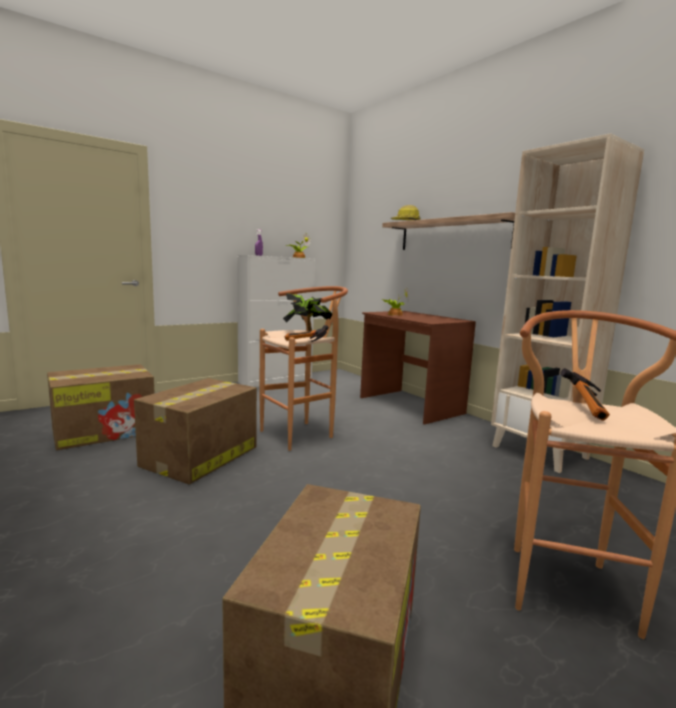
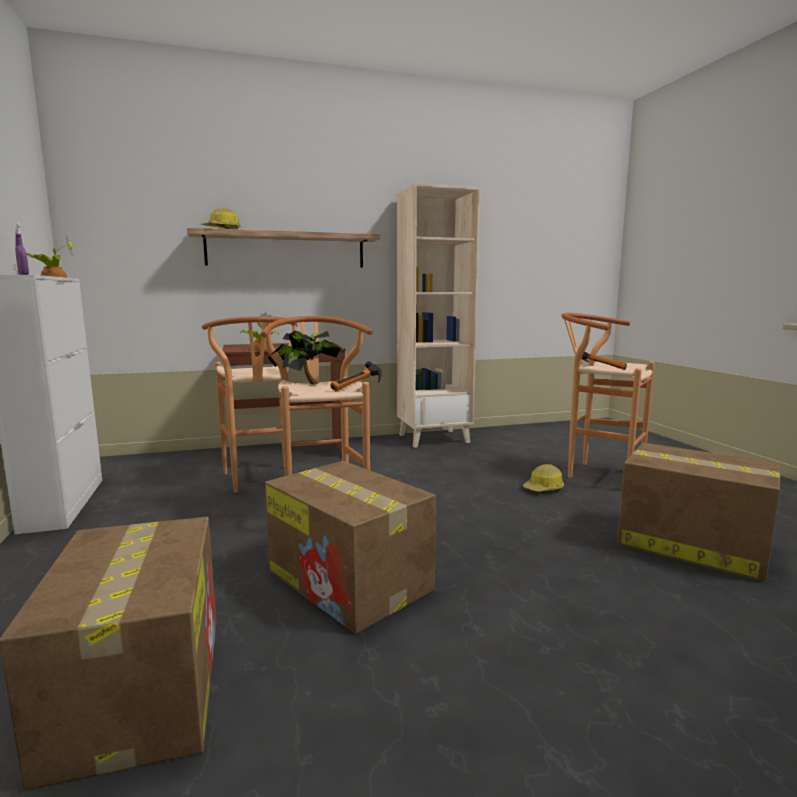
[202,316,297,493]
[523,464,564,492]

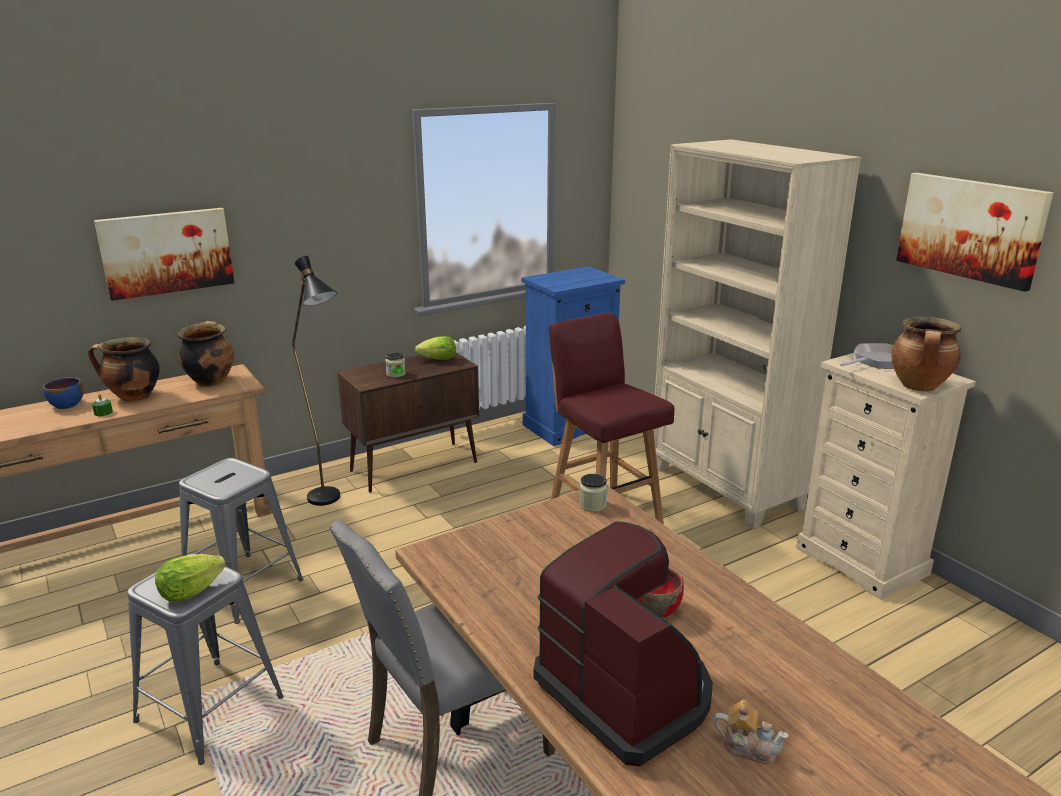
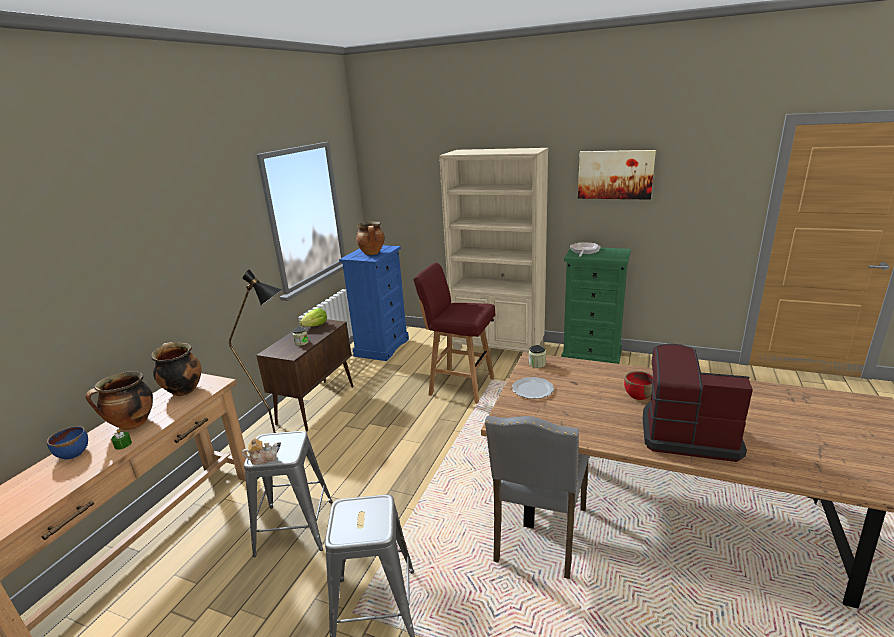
[94,208,234,301] (first image)
[155,554,226,602] (first image)
[242,438,278,465]
[562,248,631,364]
[356,221,385,255]
[512,377,554,399]

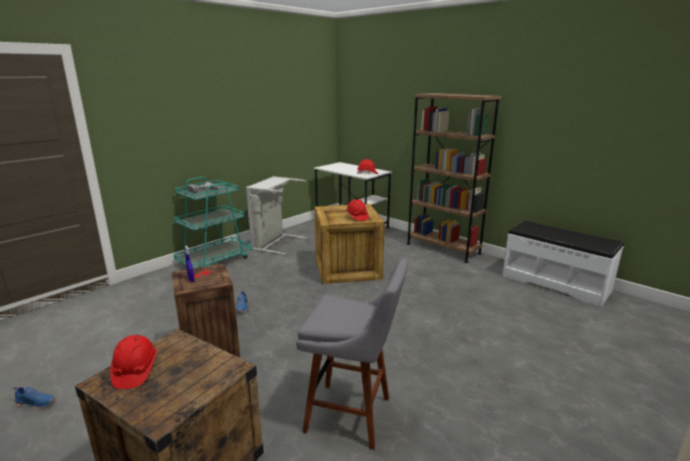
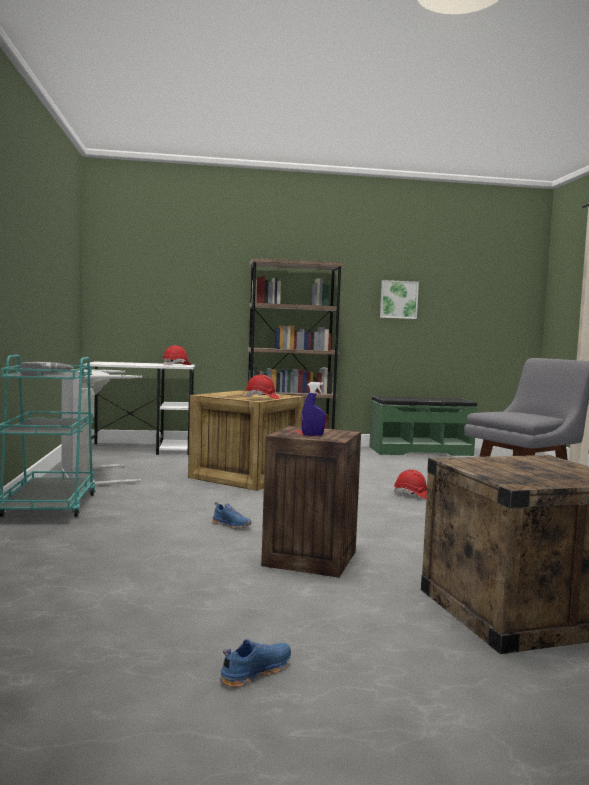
[394,469,427,499]
[370,396,477,456]
[380,280,419,319]

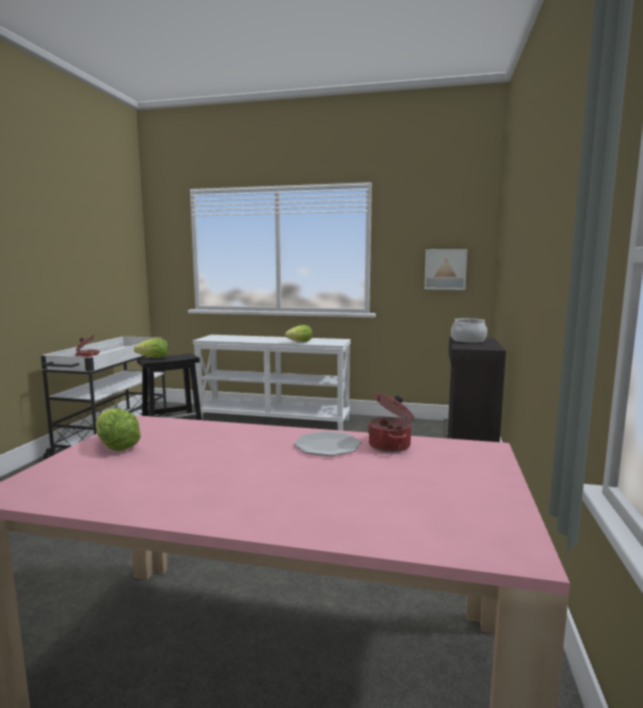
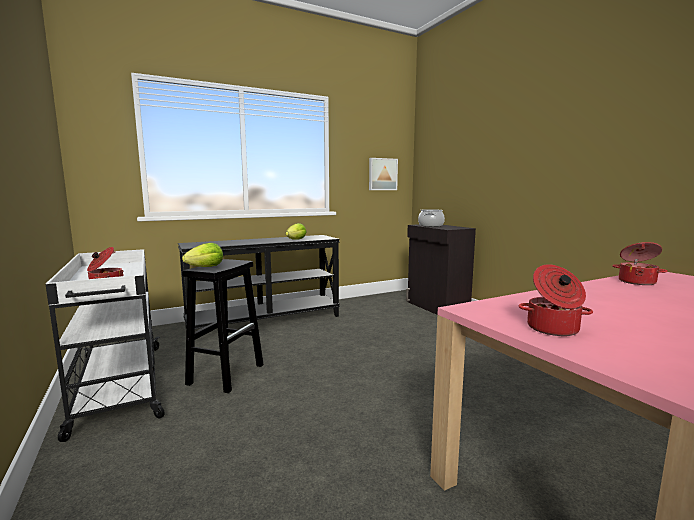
[518,264,593,336]
[178,235,340,329]
[294,431,361,456] (first image)

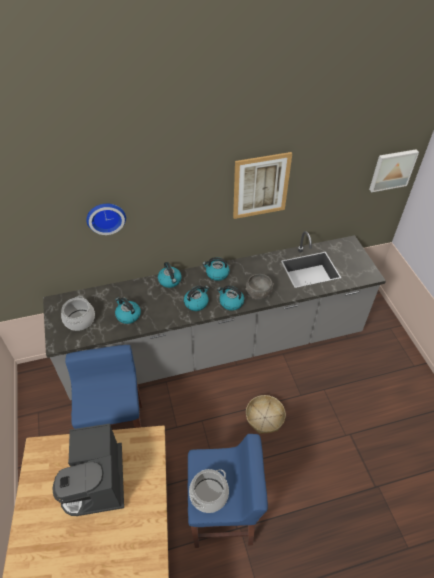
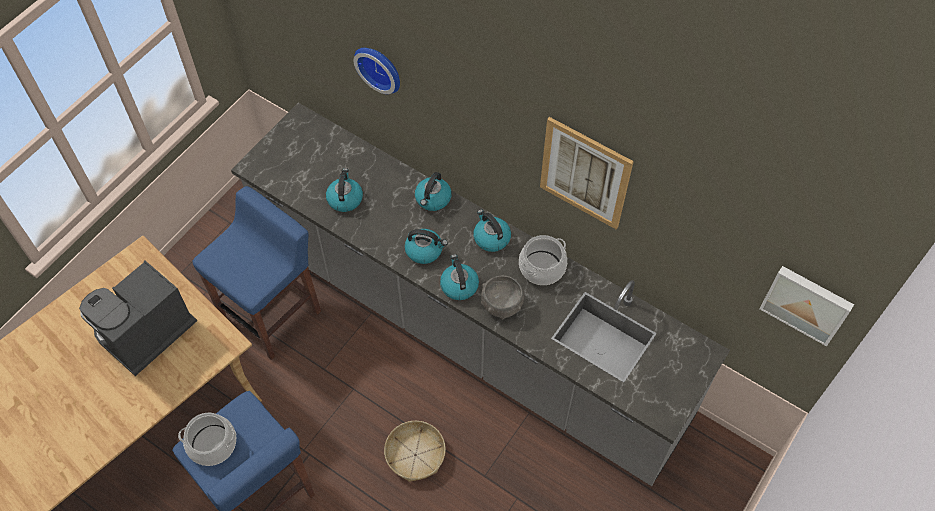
[519,235,567,285]

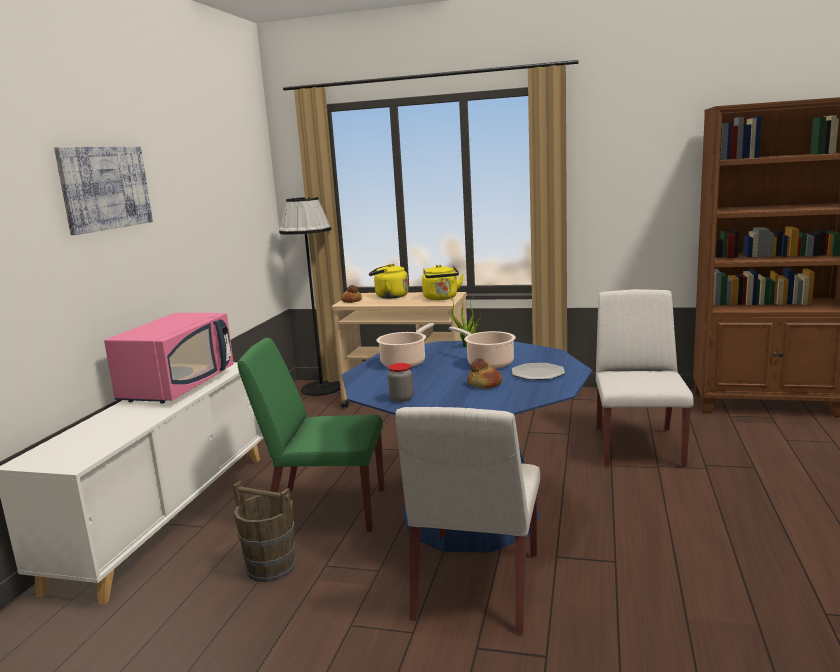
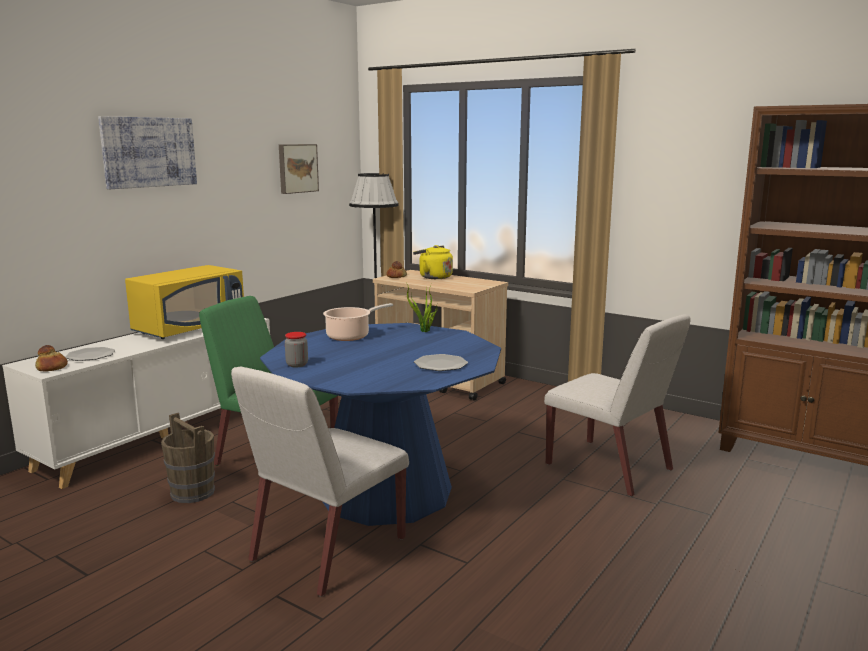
[125,265,244,339]
[422,264,464,300] (first image)
[449,327,516,369] (first image)
[35,345,68,372]
[544,314,691,497]
[65,347,115,361]
[279,144,319,194]

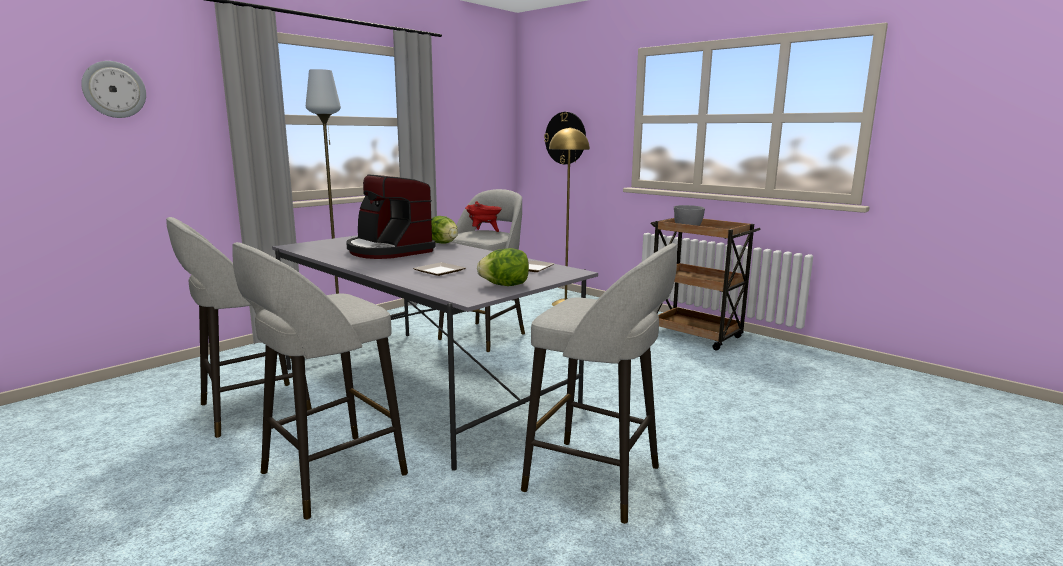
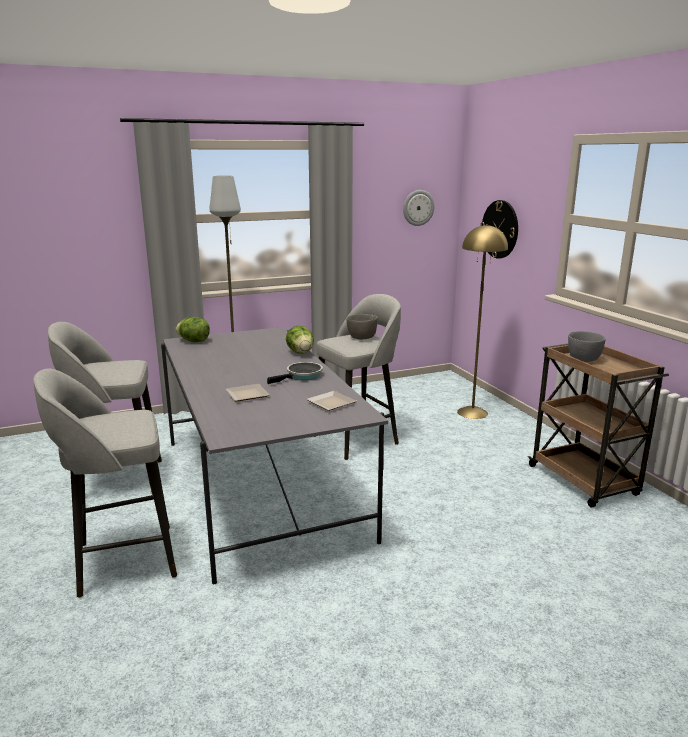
[403,190,434,226]
[346,175,435,259] (first image)
[347,314,378,339]
[176,317,210,342]
[521,243,677,524] (first image)
[267,362,323,384]

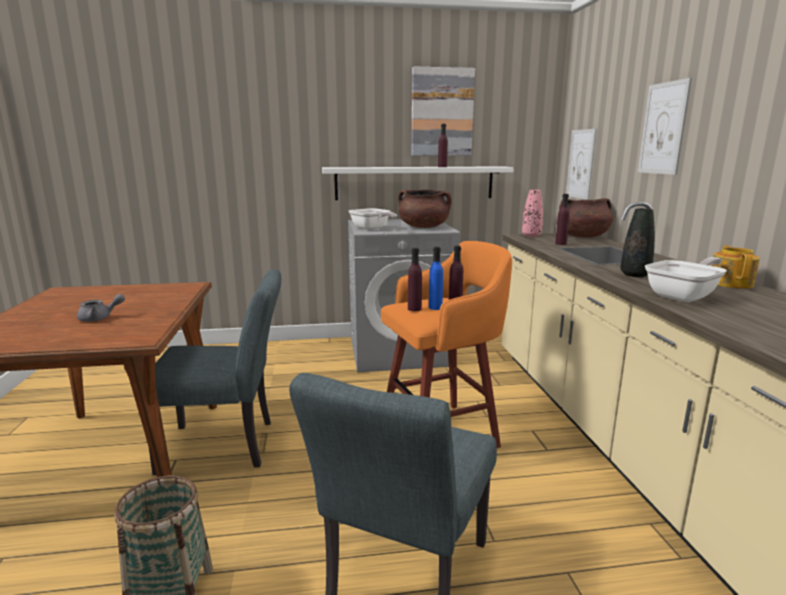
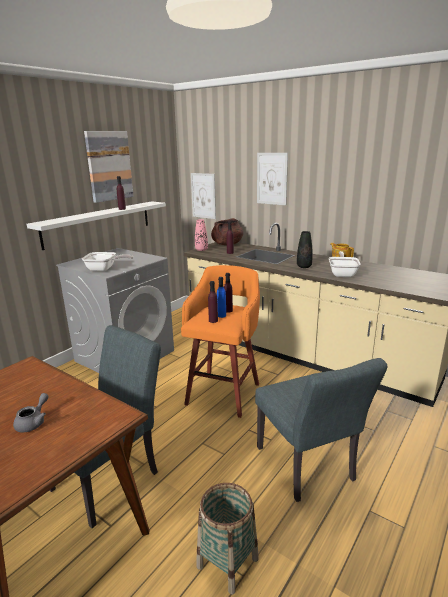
[398,189,452,228] (first image)

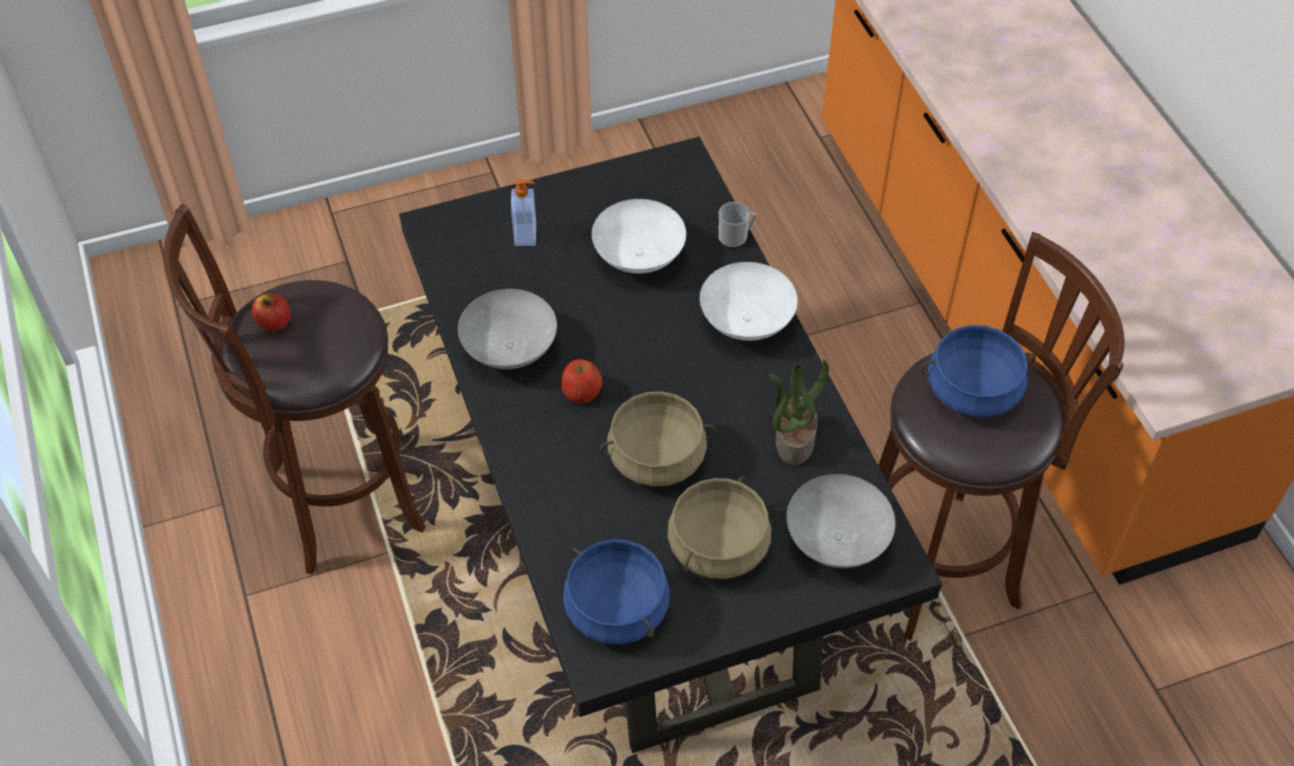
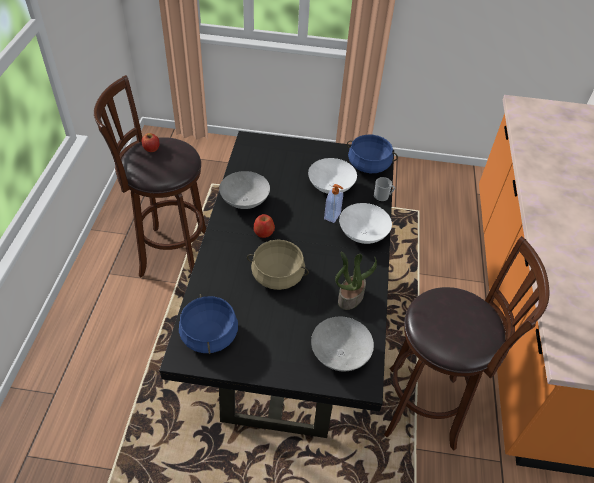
[324,184,343,223]
[668,476,771,579] (first image)
[347,135,398,173]

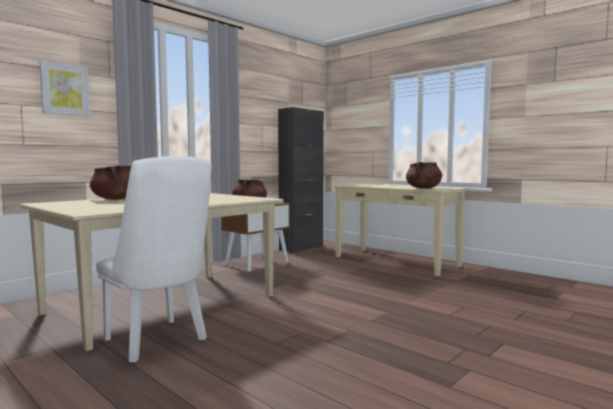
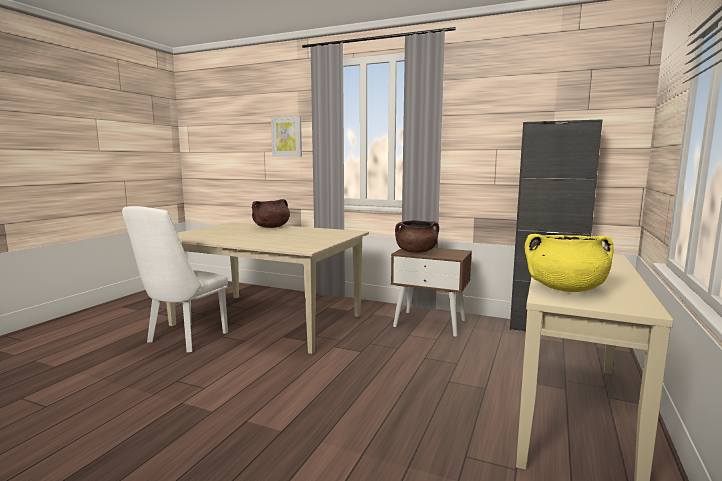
[525,234,614,292]

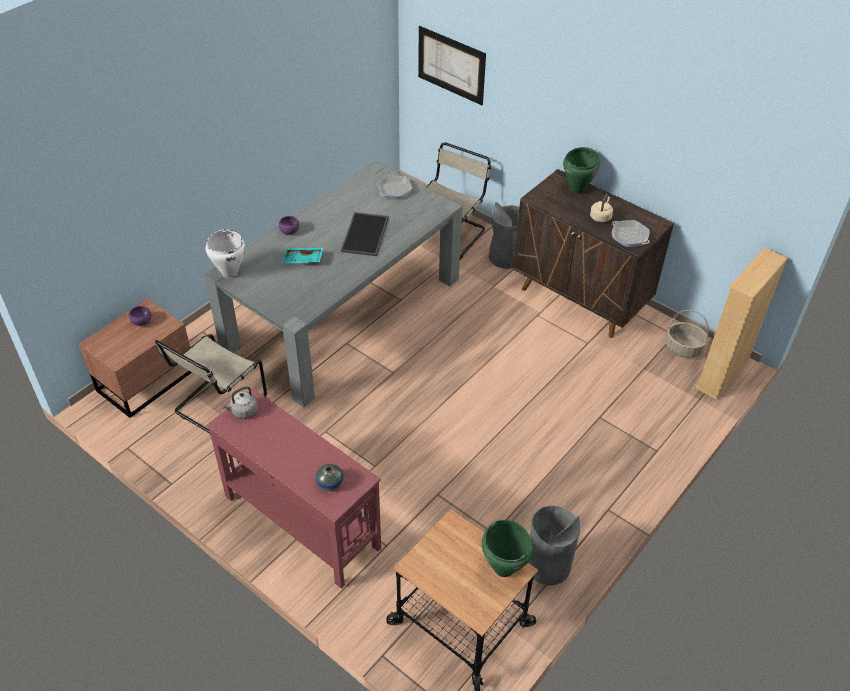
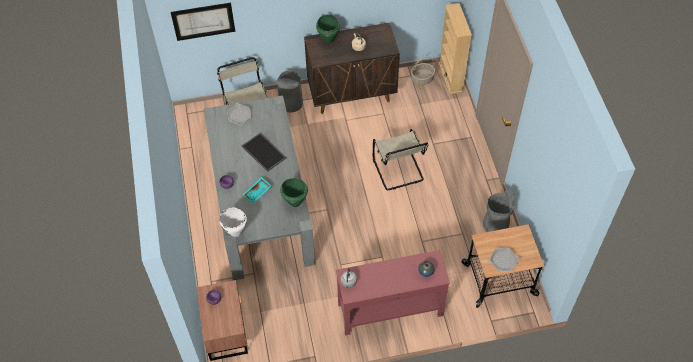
[373,129,428,190]
[280,178,308,207]
[488,248,520,271]

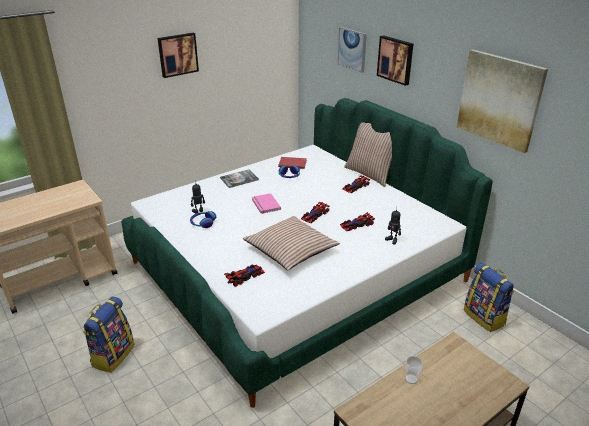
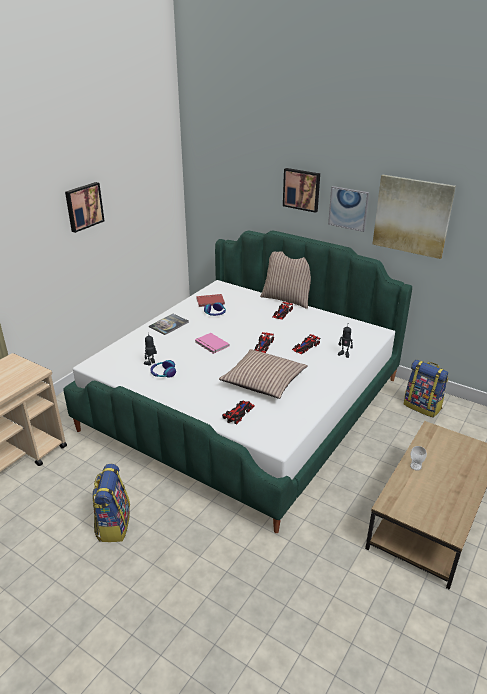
[328,186,369,232]

